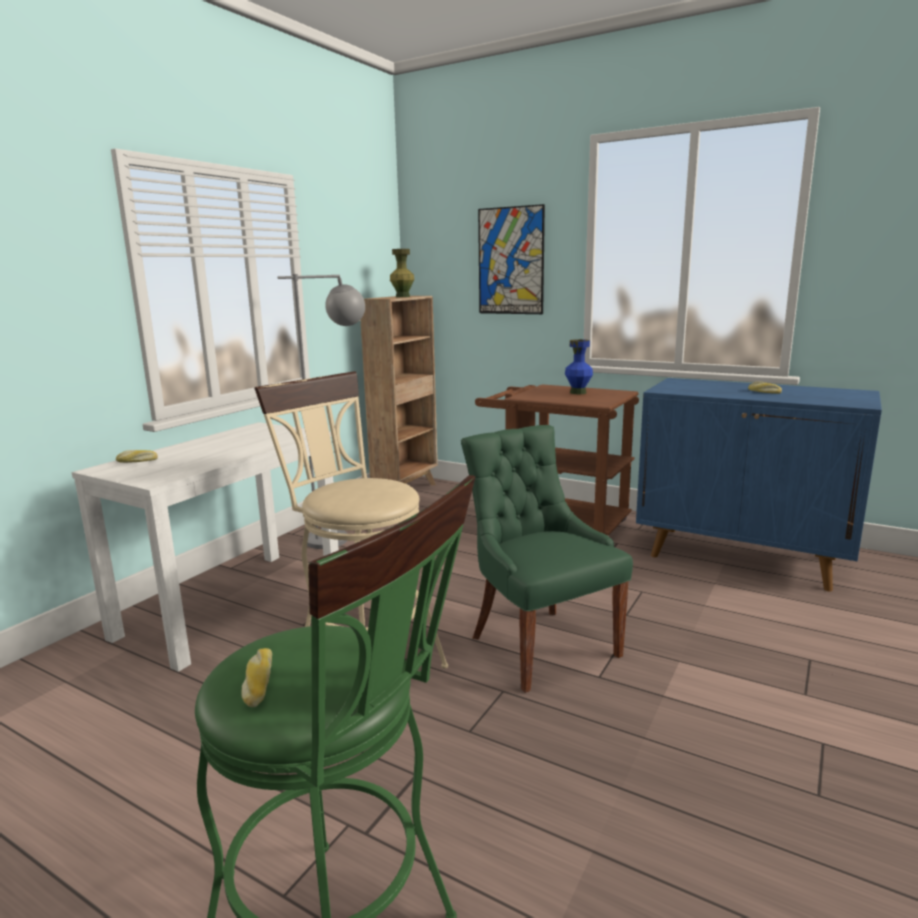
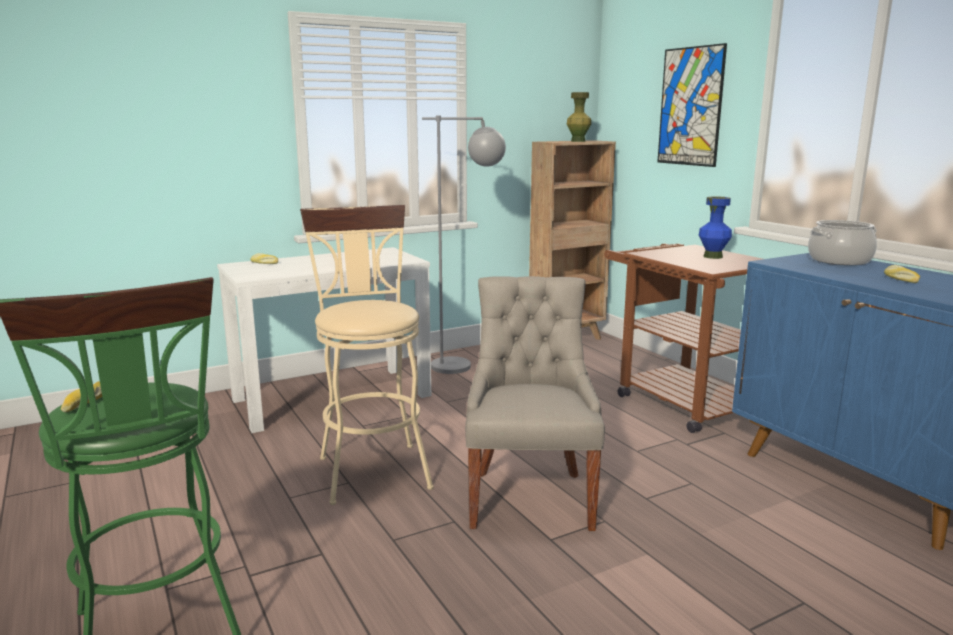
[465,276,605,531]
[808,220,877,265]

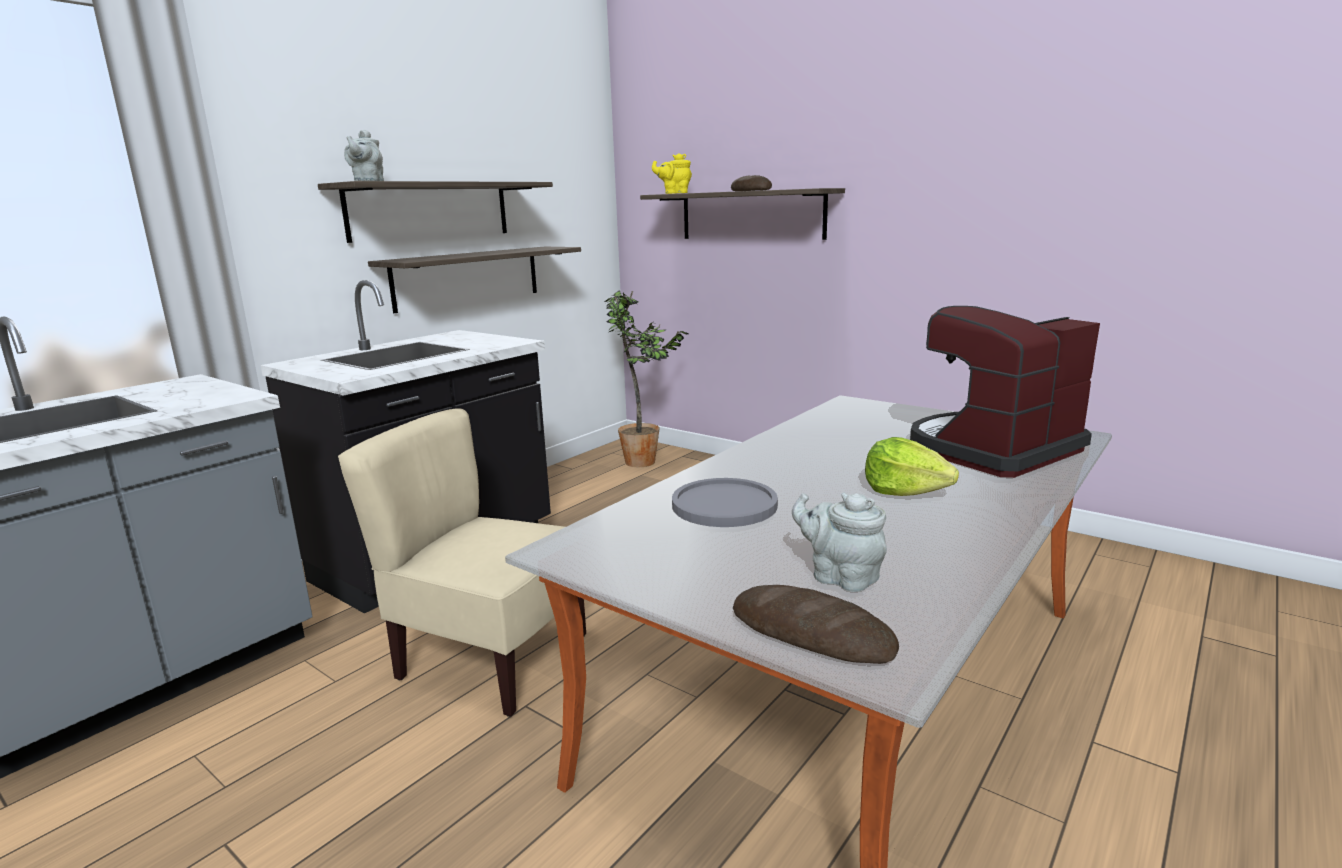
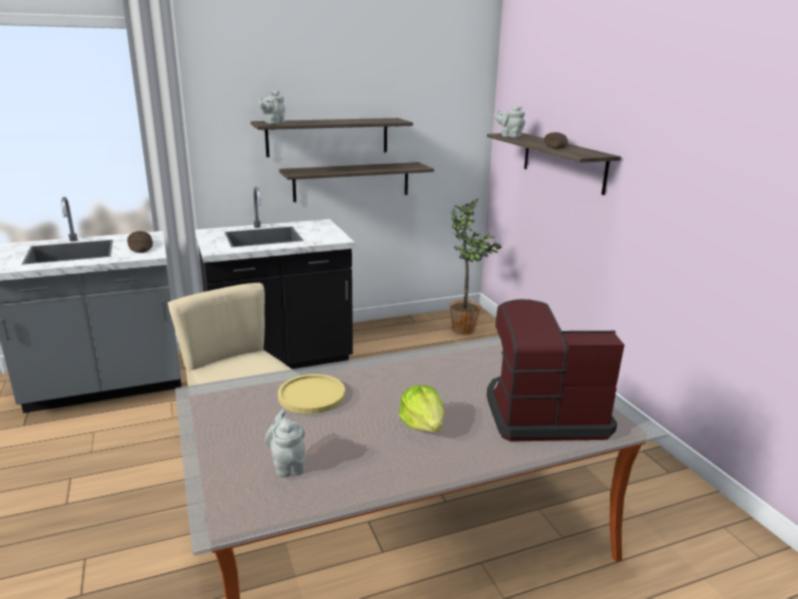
[494,106,525,137]
[278,374,345,414]
[127,231,153,253]

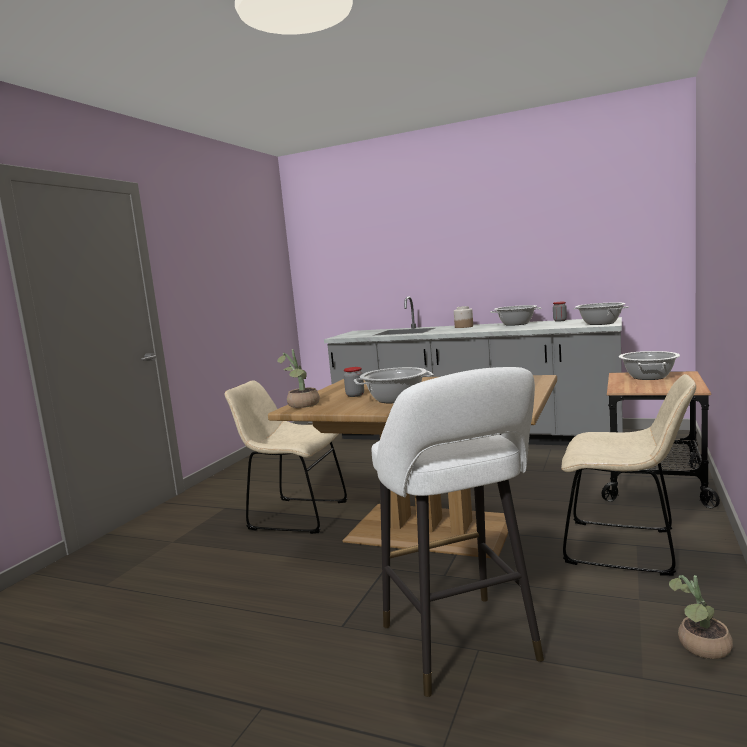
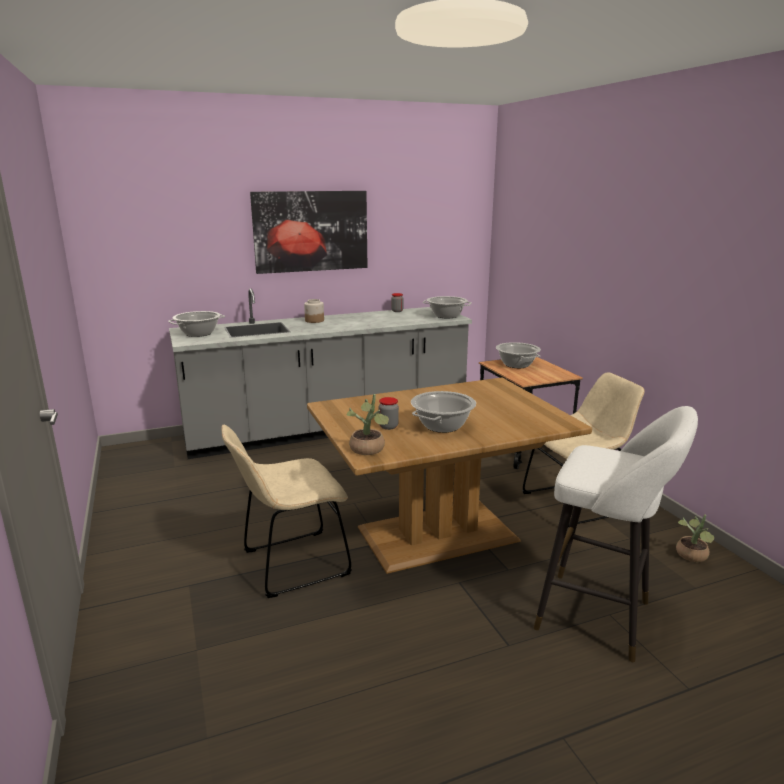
[168,311,225,337]
[250,191,367,274]

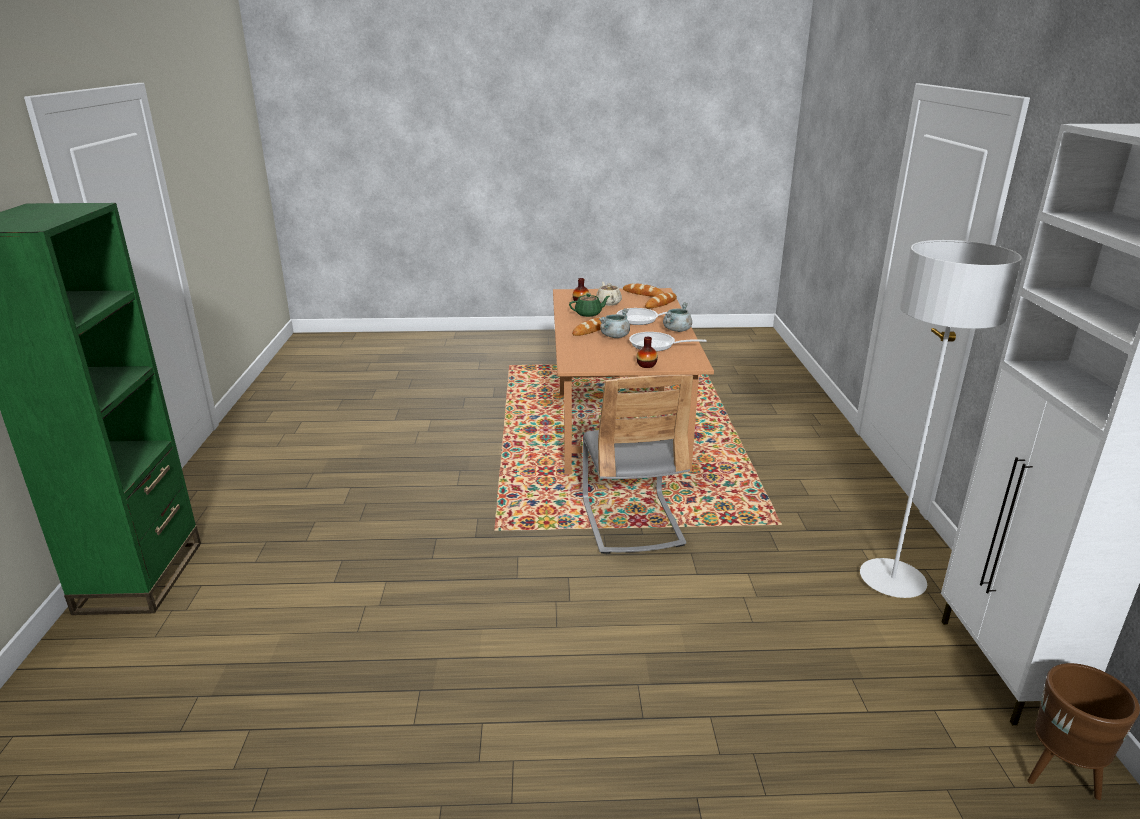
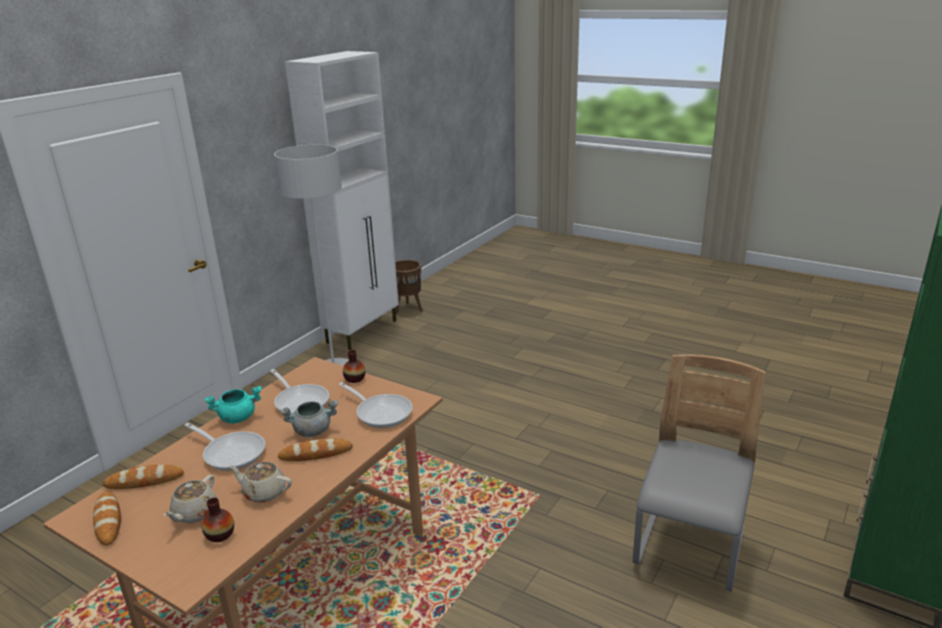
[228,462,292,503]
[633,354,766,592]
[205,386,262,424]
[339,382,413,428]

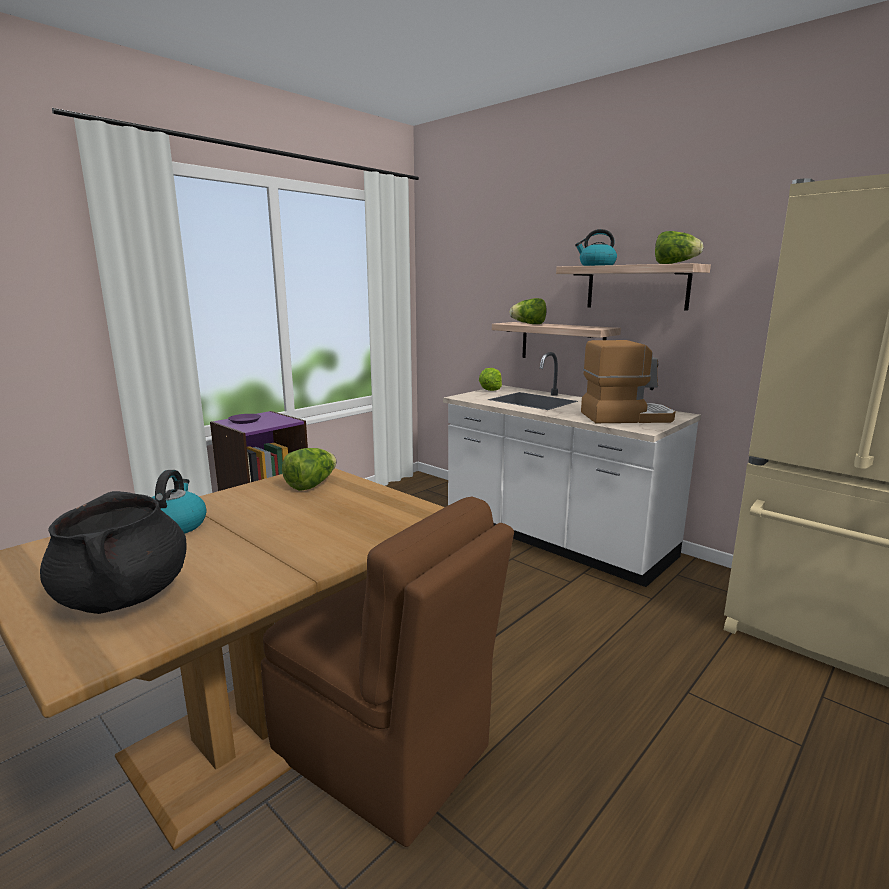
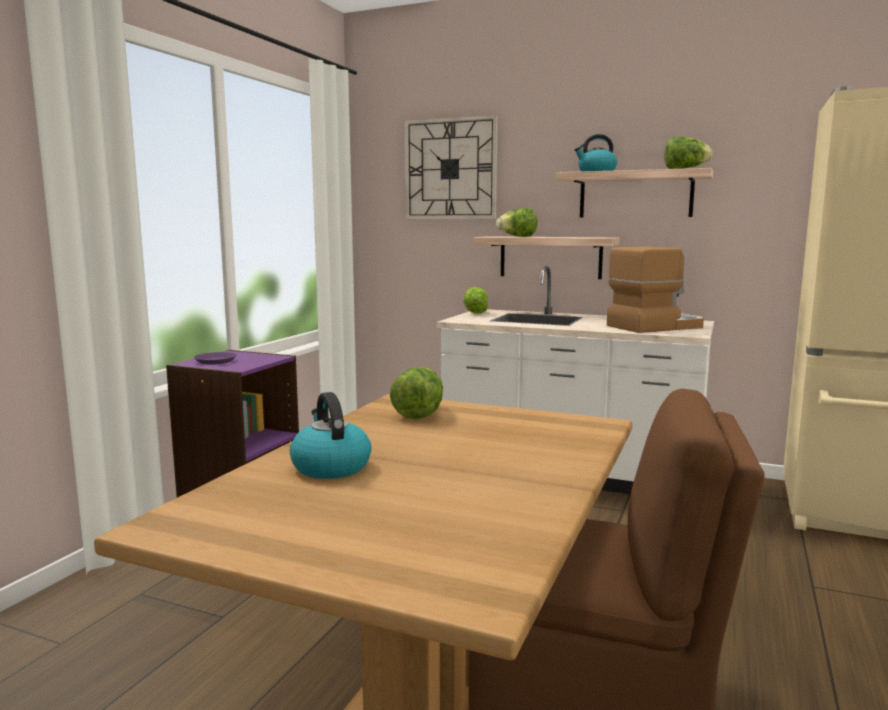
[40,491,187,614] (first image)
[404,115,498,219]

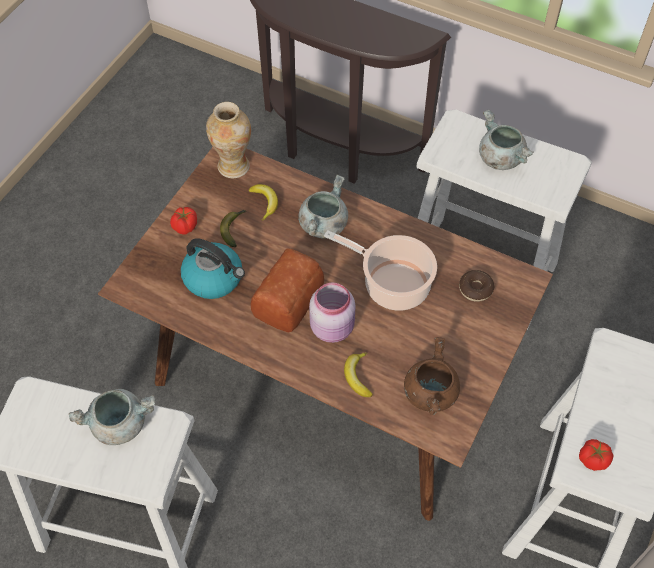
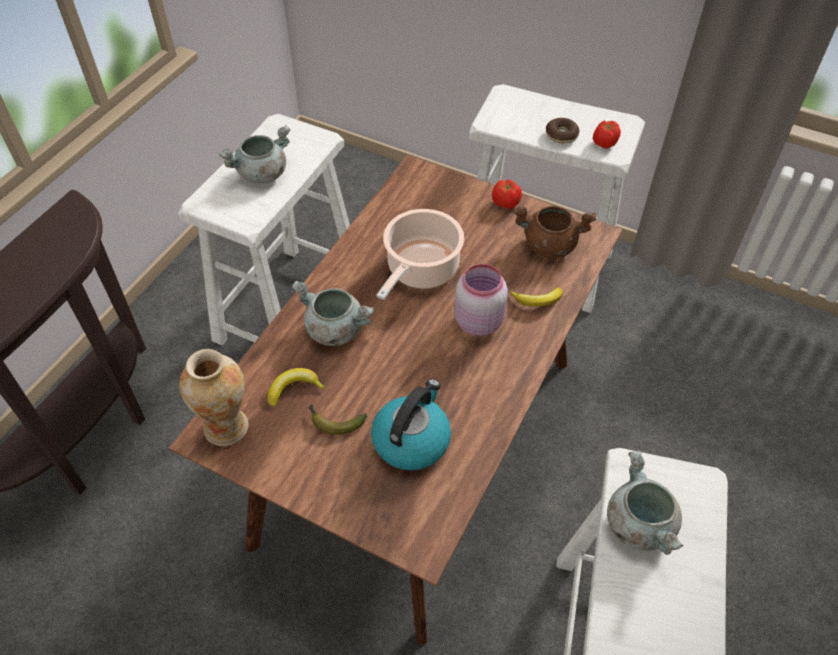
[492,179,522,209]
[251,248,324,333] (first image)
[546,118,579,144]

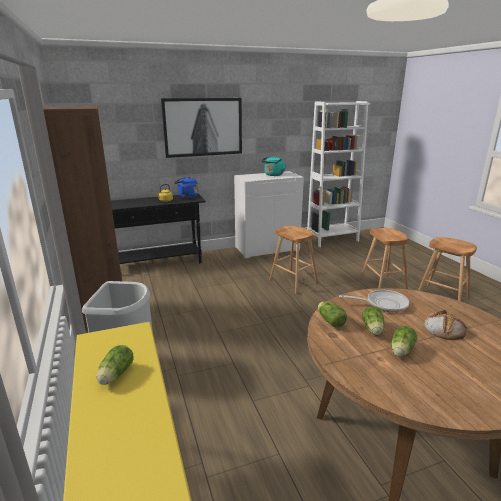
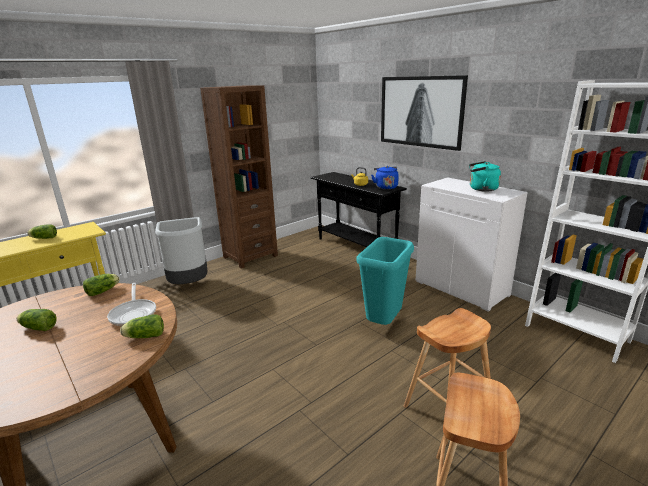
[356,237,414,325]
[120,314,164,338]
[424,310,467,340] (first image)

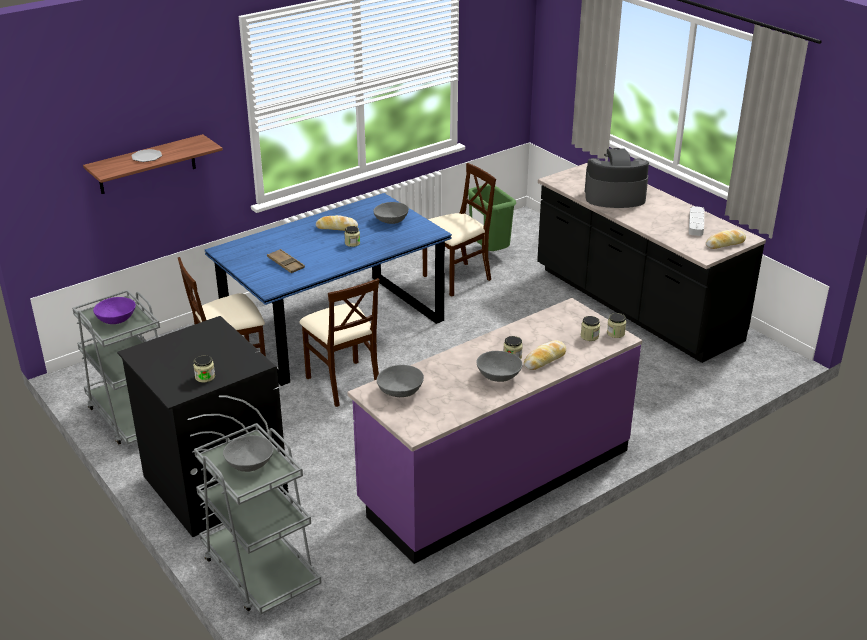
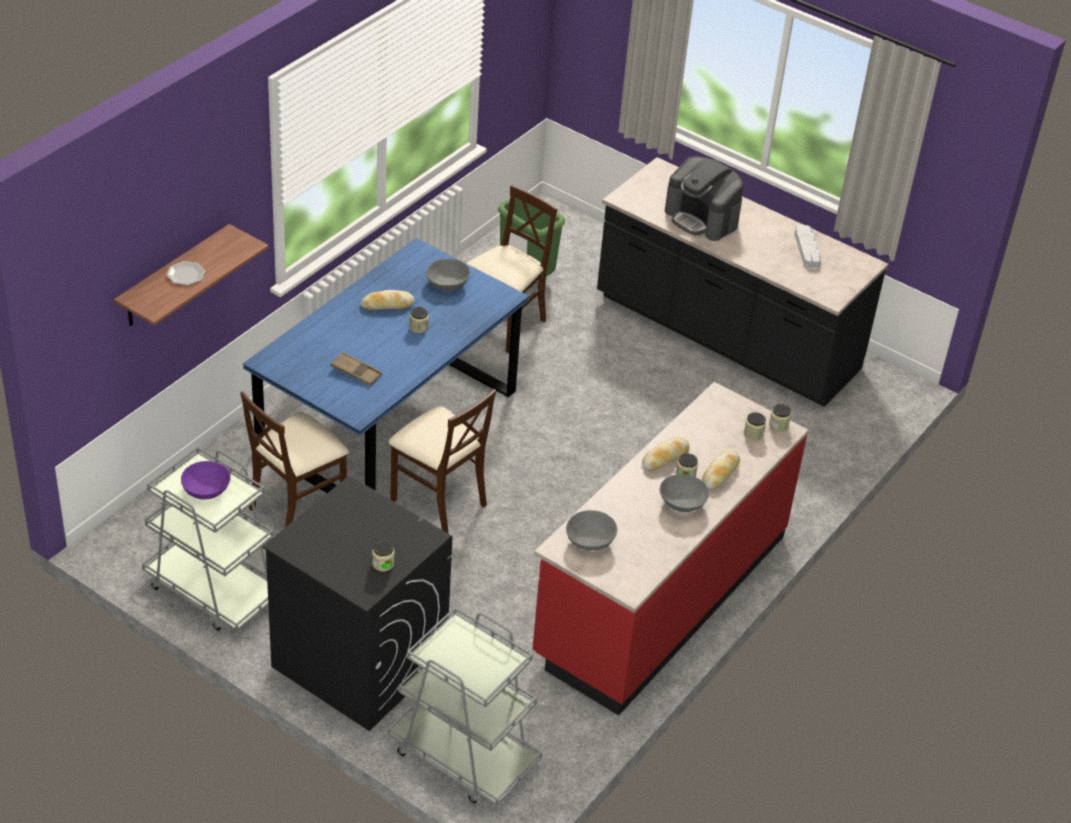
[223,435,274,472] (first image)
[532,382,809,716]
[665,156,743,241]
[642,436,690,470]

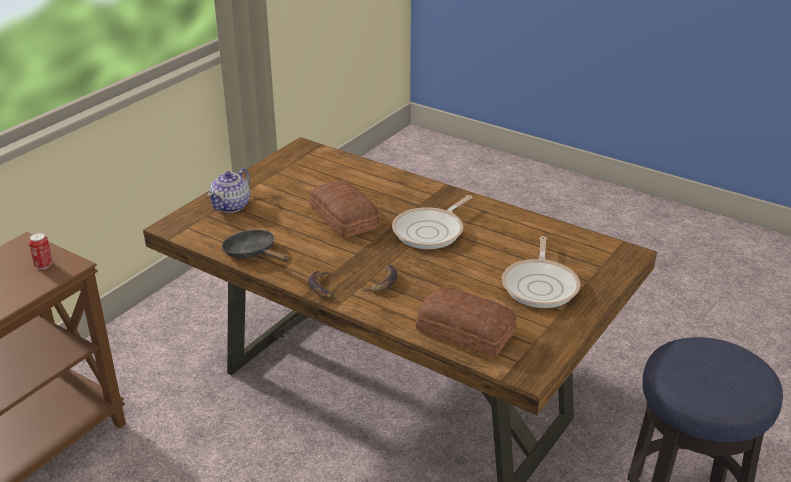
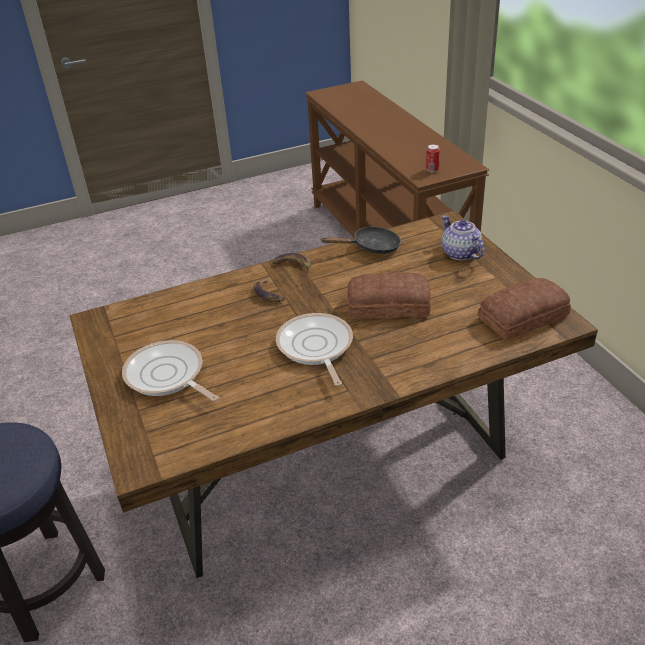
[478,278,571,341]

